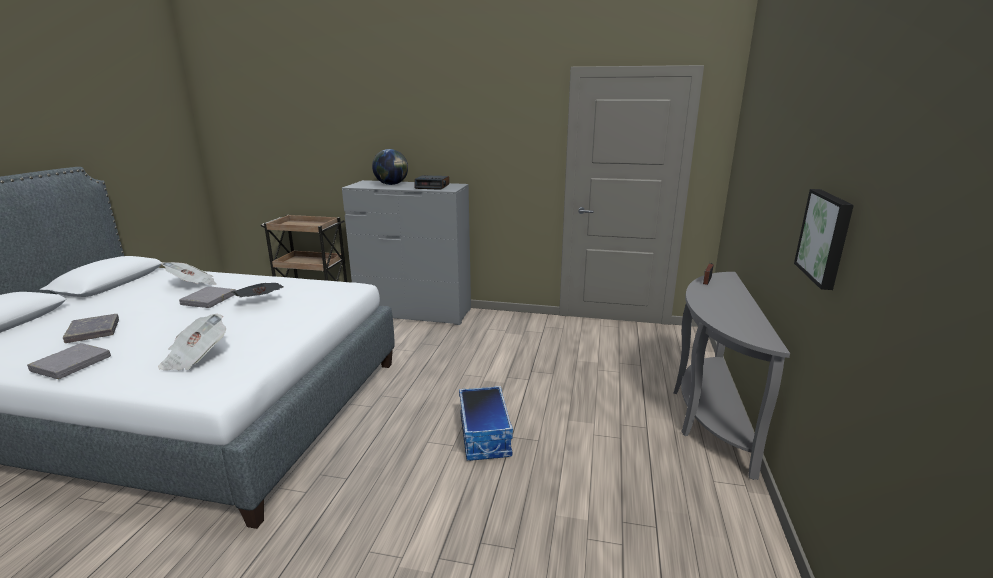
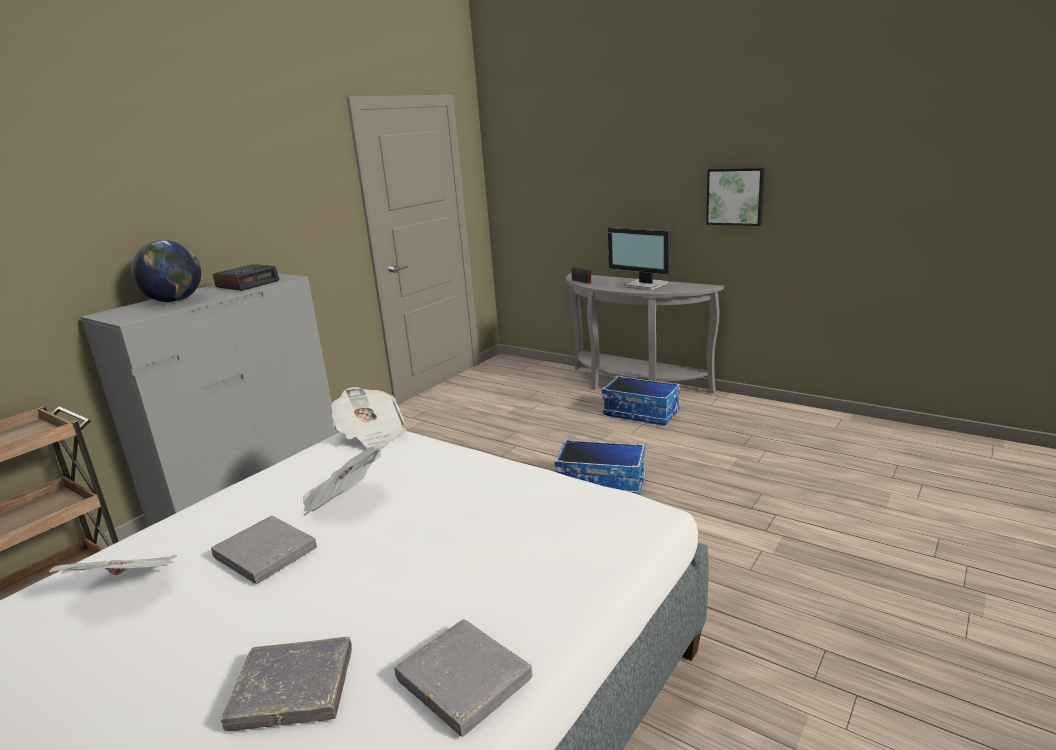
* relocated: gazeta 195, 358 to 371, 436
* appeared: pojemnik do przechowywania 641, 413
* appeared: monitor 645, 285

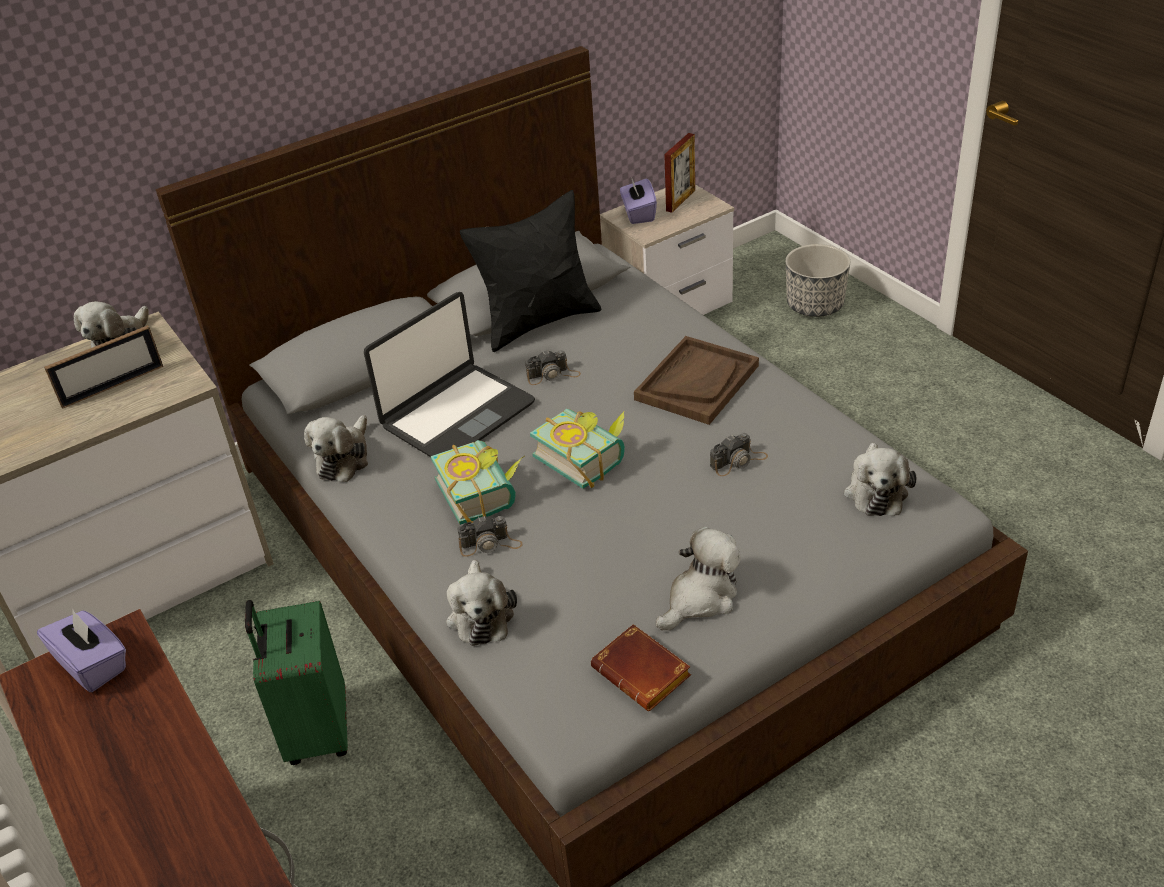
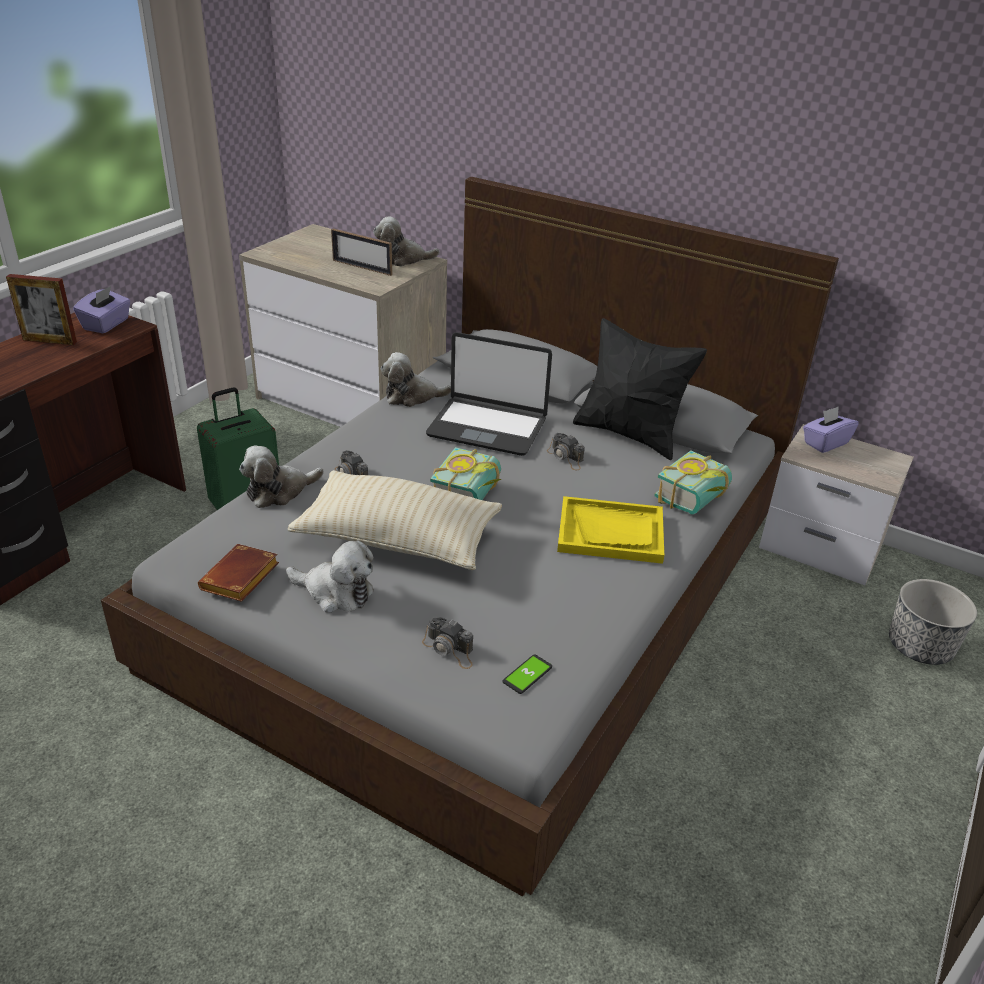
* relocated: ramka na zdjęcie 680, 200 to 50, 341
* appeared: poduszka (beżowy) 398, 540
* relocated: aparat fotograficzny 738, 461 to 450, 649
* exchanged: pluszak 876, 491 to telefon 527, 675
* colour: taca (brązowy) 697, 382 to taca (żółty) 611, 532
* relocated: książka 484, 493 to 697, 500

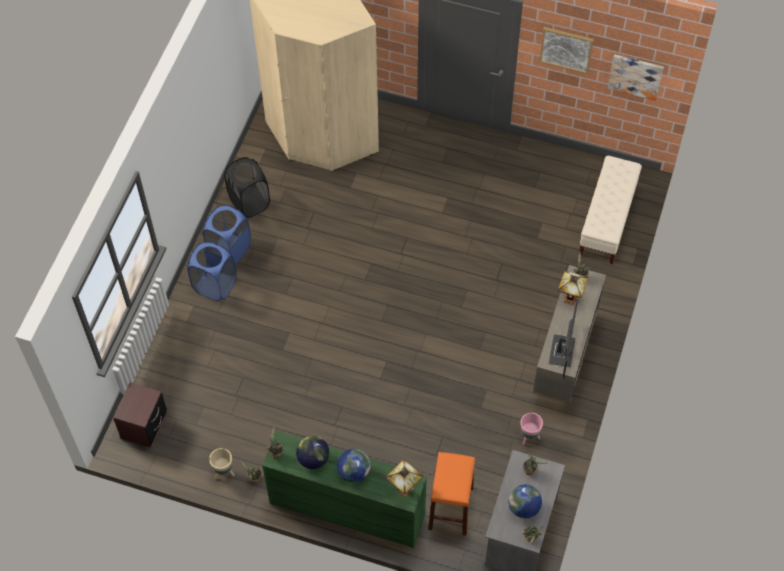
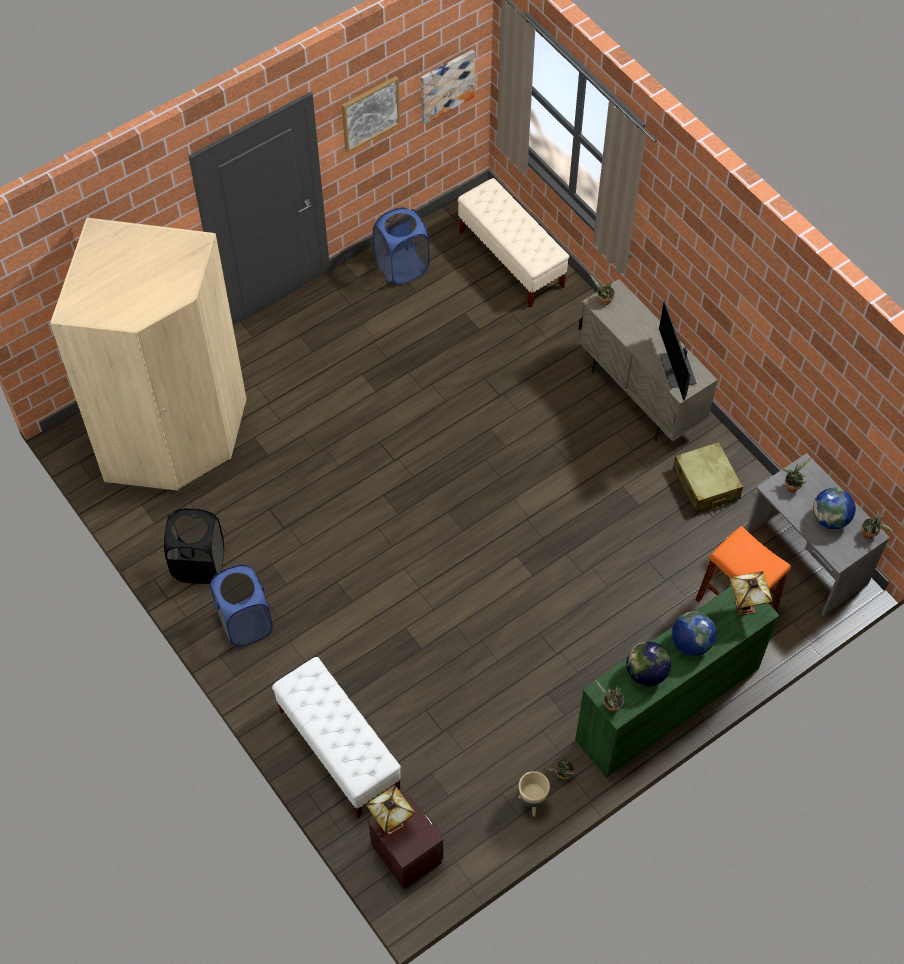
* appeared: ławka (biały) 338, 749
* relocated: lampa stołowa 569, 297 to 390, 822
* relocated: kosz na pranie (niebieski) 215, 285 to 402, 267
* spun: monitor 561, 350 = 677, 370 150 degrees counterclockwise
* exchanged: donica (różowy) 529, 437 to walizka (beżowy) 706, 484

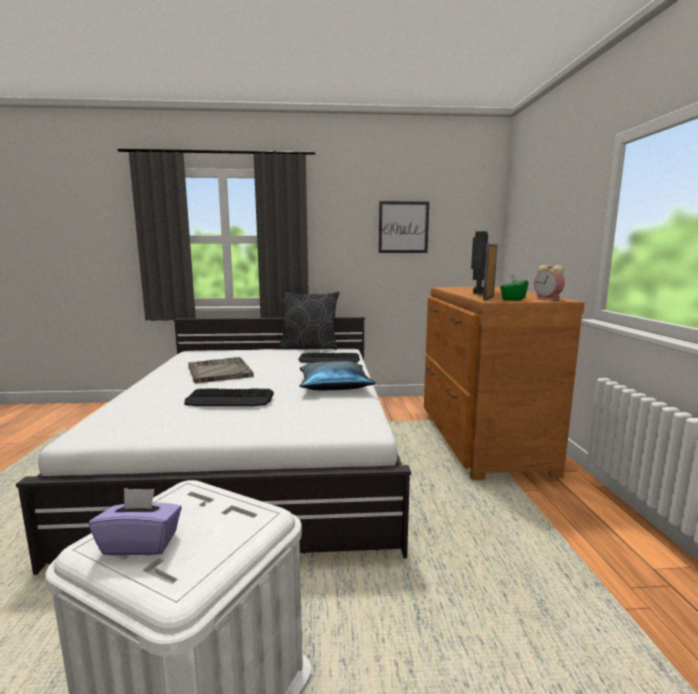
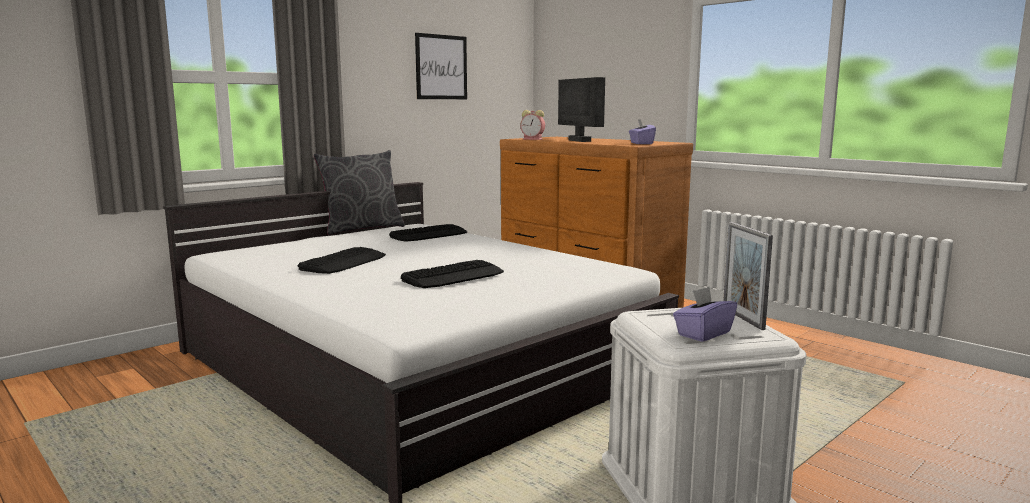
* exchanged: taca (szary) 219, 371 to klawiatura 344, 262
* relocated: budzik 548, 299 to 533, 139
* colour: pudełko chusteczek (zielony) 513, 299 to pudełko chusteczek (fioletowy) 641, 143
* relocated: ramka na zdjęcie 488, 298 to 742, 318
* missing: poduszka (niebieski) 335, 385

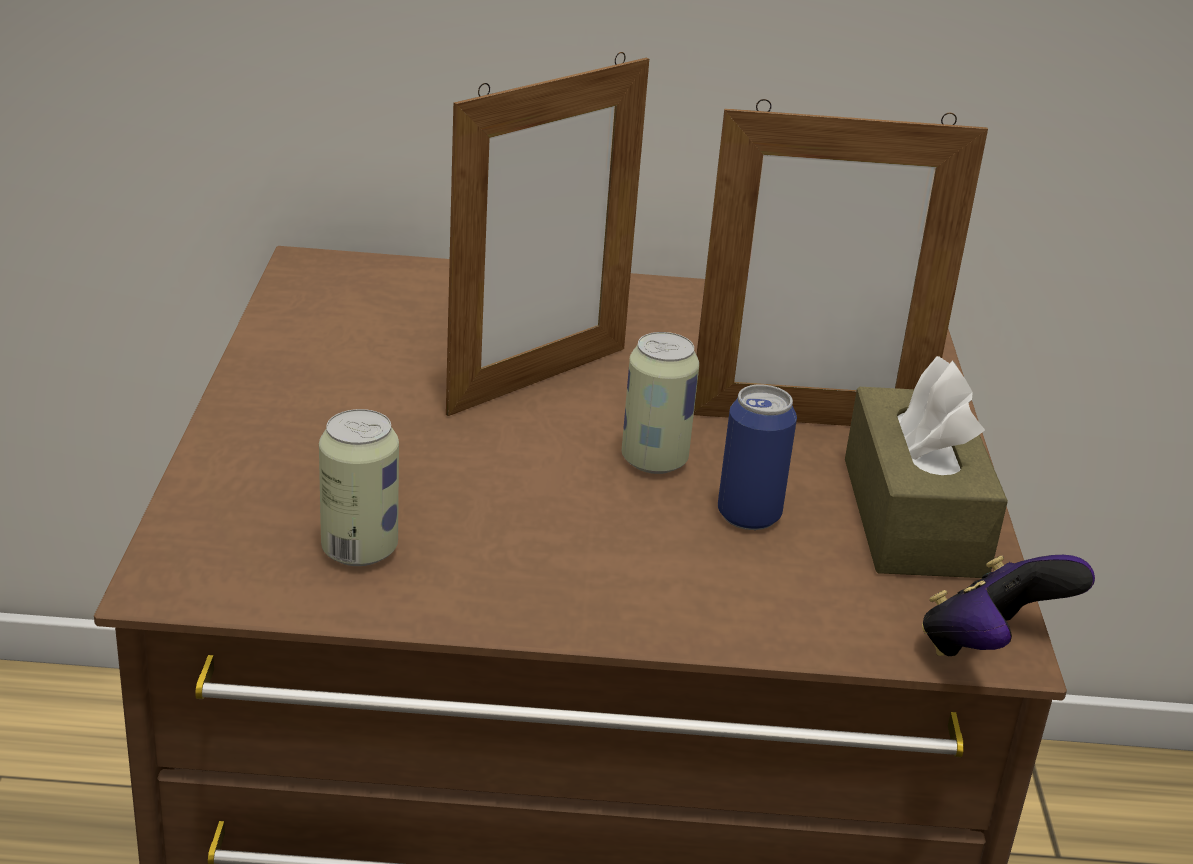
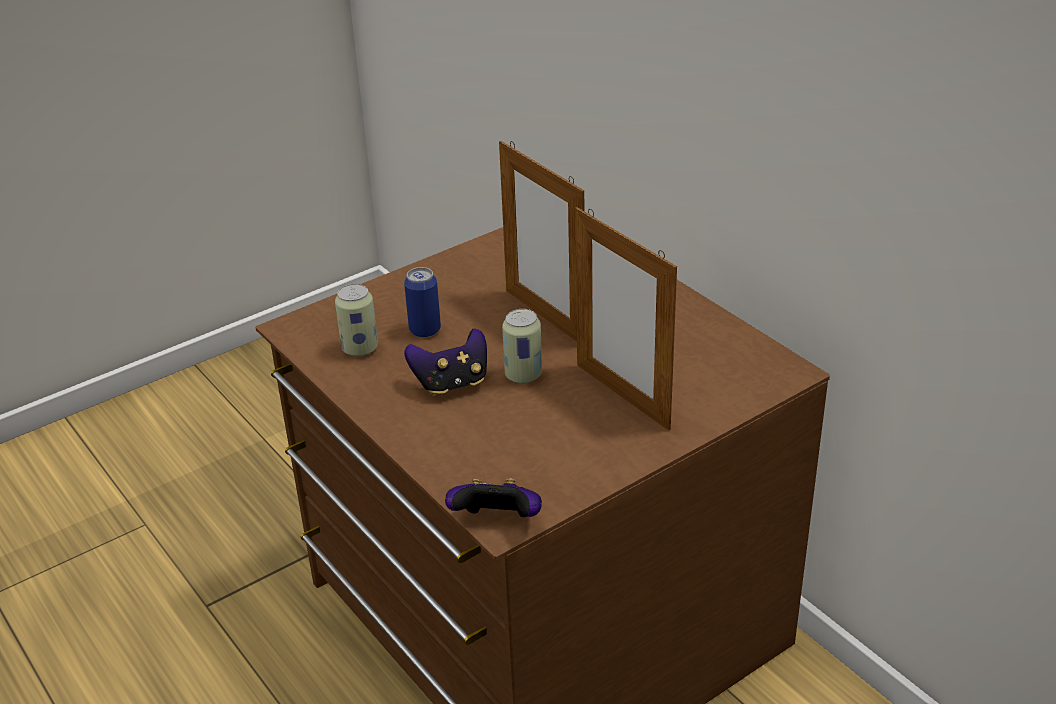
* relocated: puszka 749, 515 to 425, 330
* appeared: pad do gier 451, 383
* spun: ramka na zdjęcie 538, 380 = 544, 317 45 degrees clockwise
* missing: pudełko chusteczek (brązowy) 913, 517

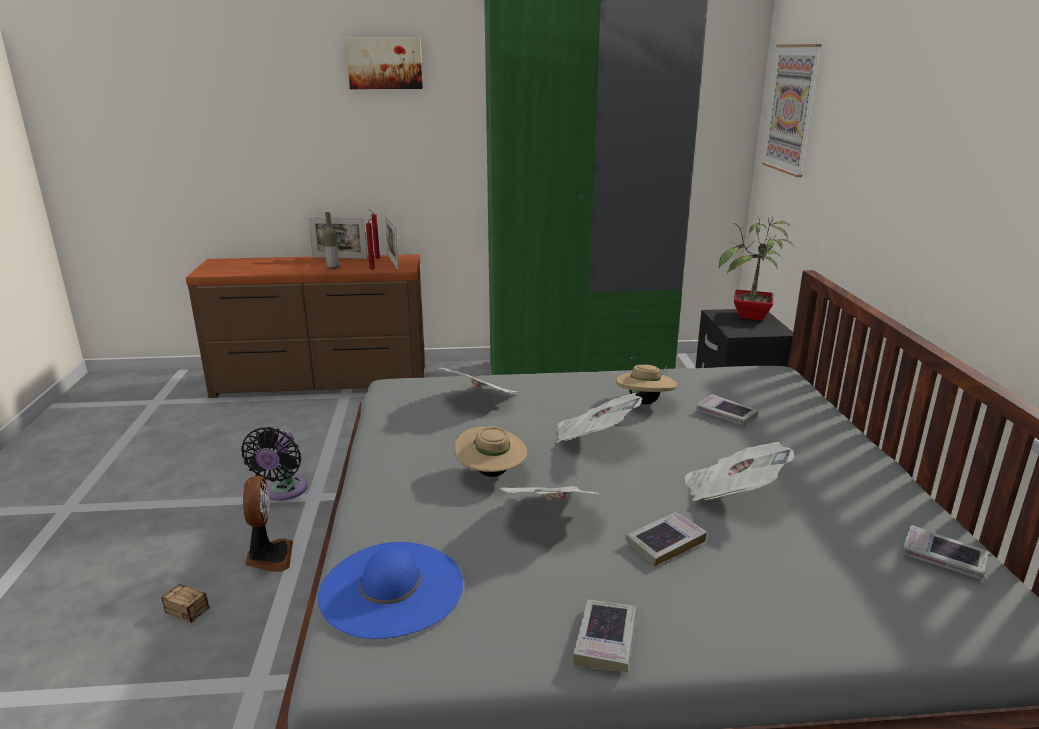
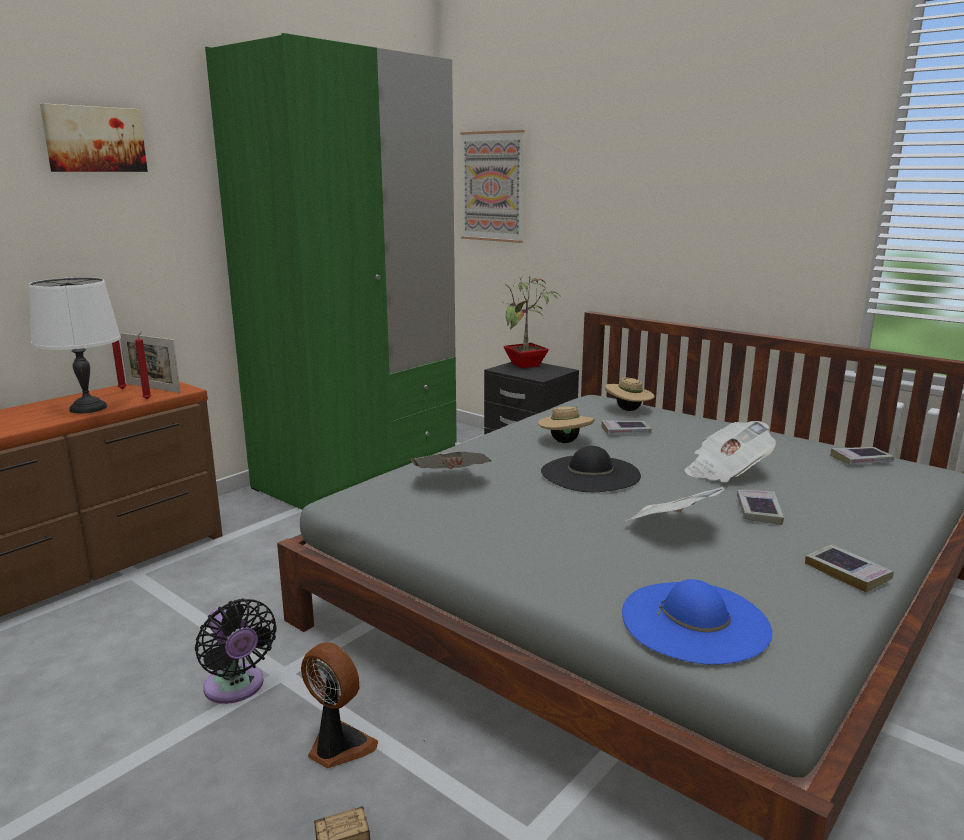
* exchanged: butelka 333, 267 to lampa stołowa (biały) 87, 408
* exchanged: gazeta 593, 438 to kapelusz (czarny) 590, 474
* relocated: kapelusz (beżowy) 491, 474 to 628, 410
* missing: ramka na zdjęcie 340, 257

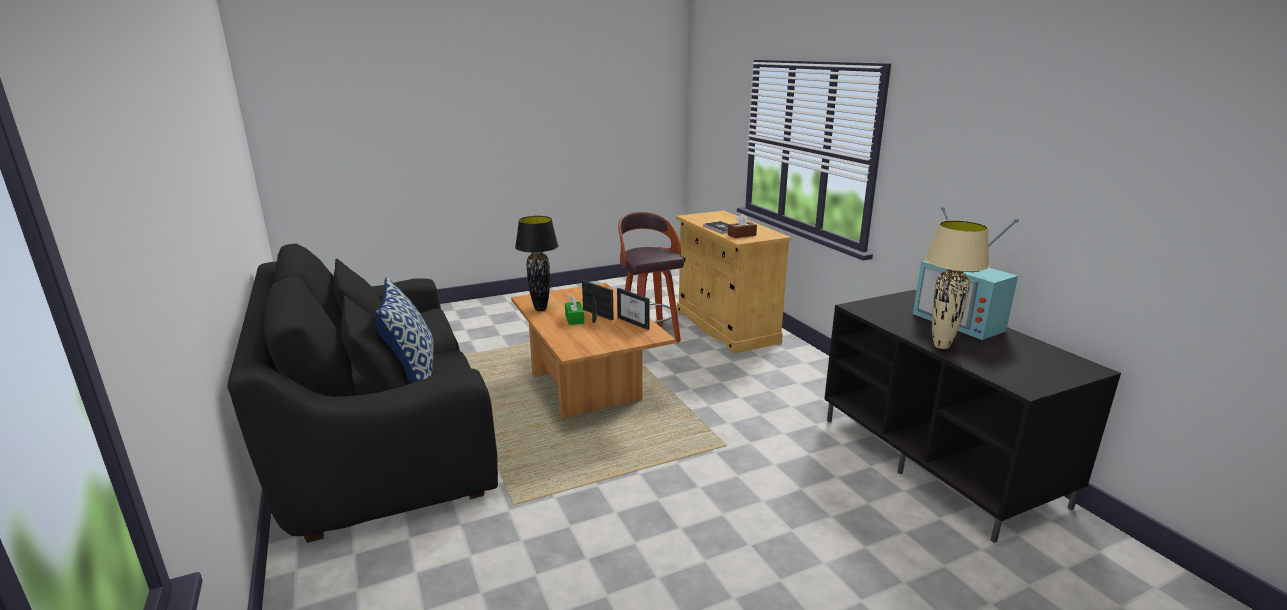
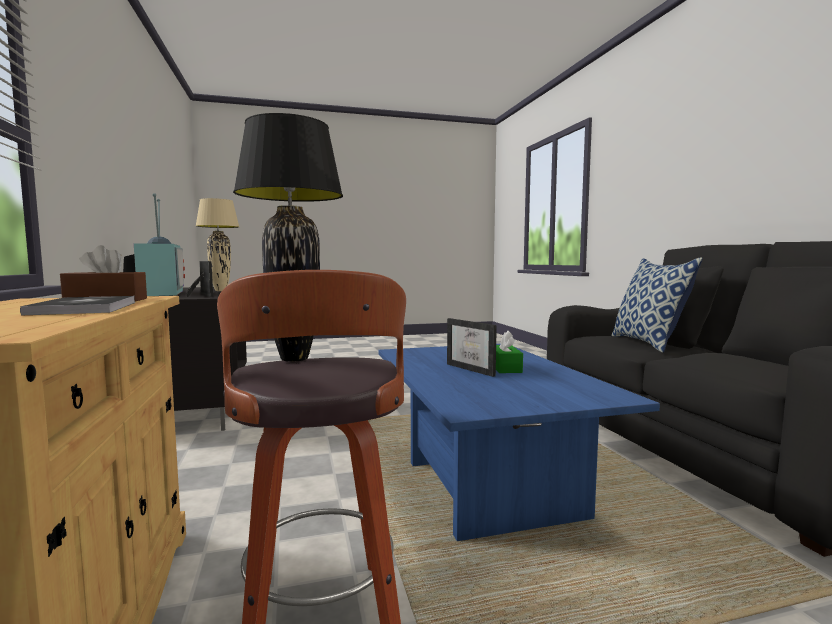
* relocated: ramka na zdjęcie 636, 322 to 201, 295
* relocated: lampa stołowa (czarny) 541, 309 to 293, 359
* colour: ława (brązowy) 589, 387 to ława (niebieski) 484, 488

